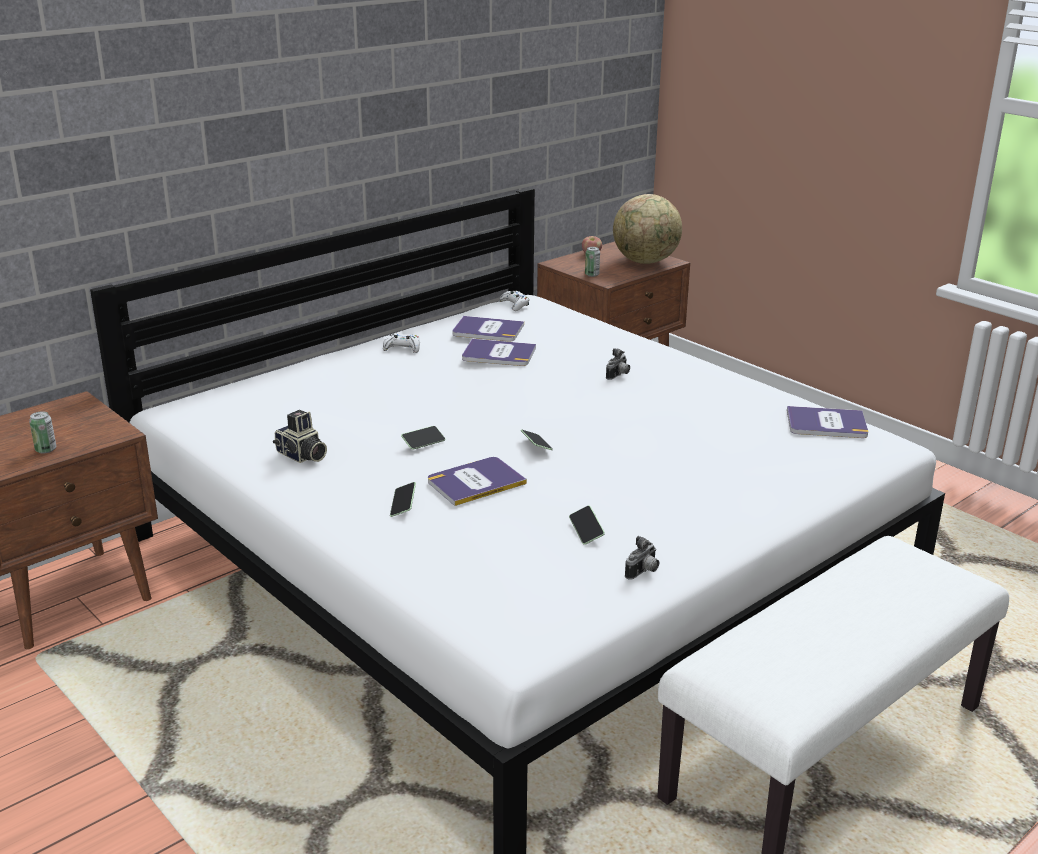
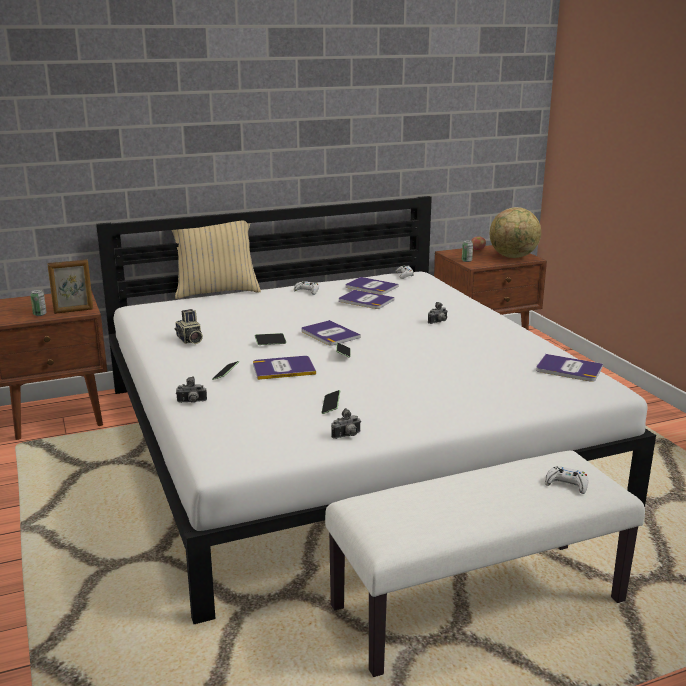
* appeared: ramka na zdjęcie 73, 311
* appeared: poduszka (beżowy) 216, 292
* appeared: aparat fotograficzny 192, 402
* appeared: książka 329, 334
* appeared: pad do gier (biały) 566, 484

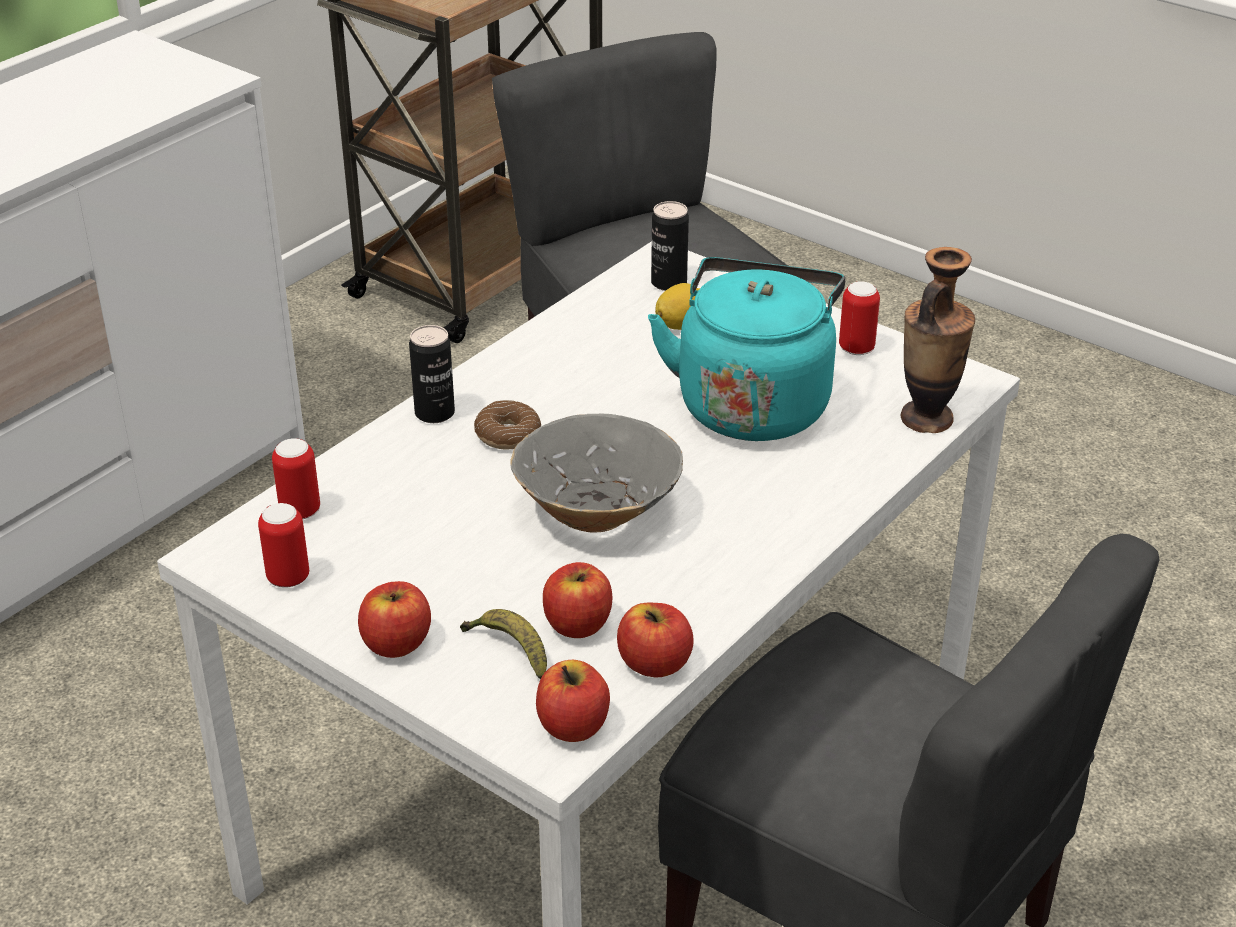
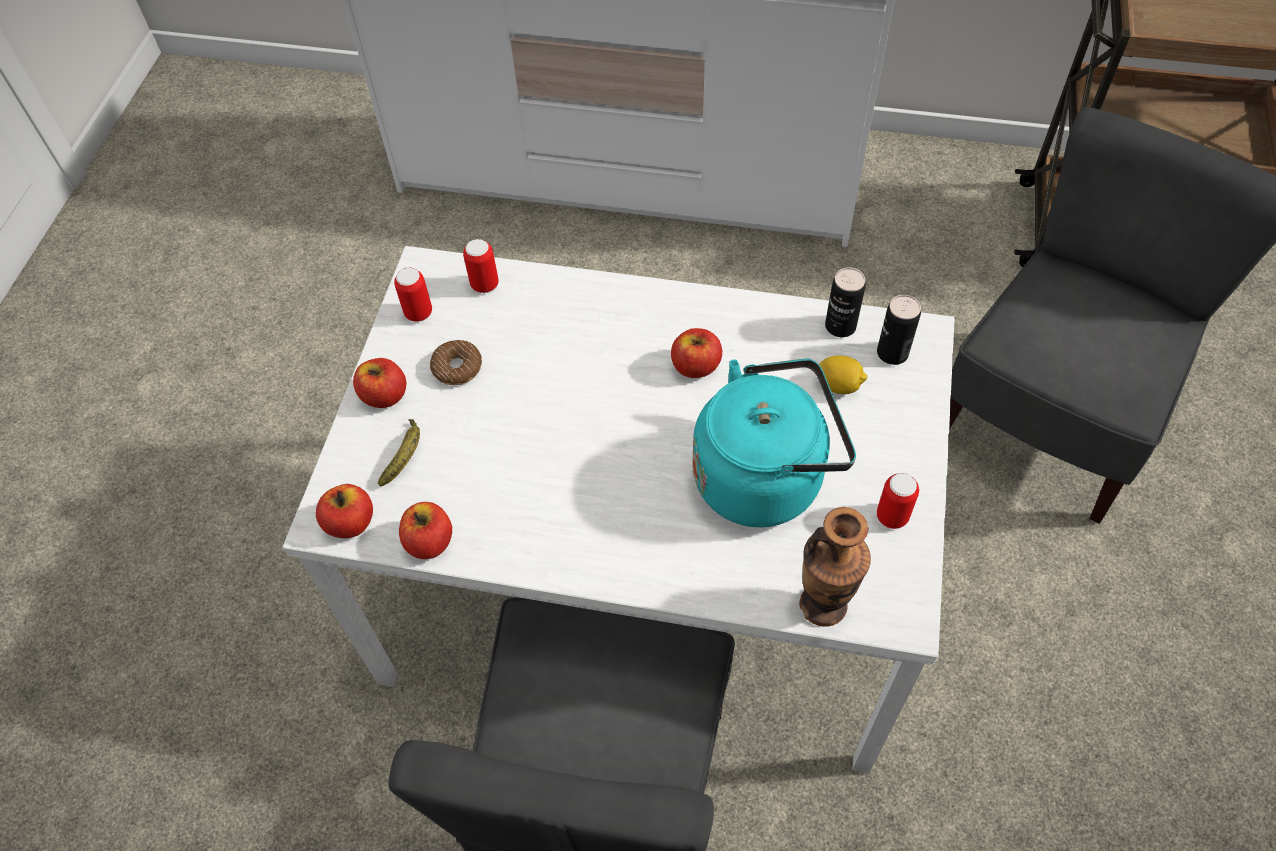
* relocated: donut 507, 434 to 457, 368
* relocated: jabłko 577, 624 to 695, 366
* relocated: puszka 434, 413 to 840, 326
* missing: miska (szary) 596, 512

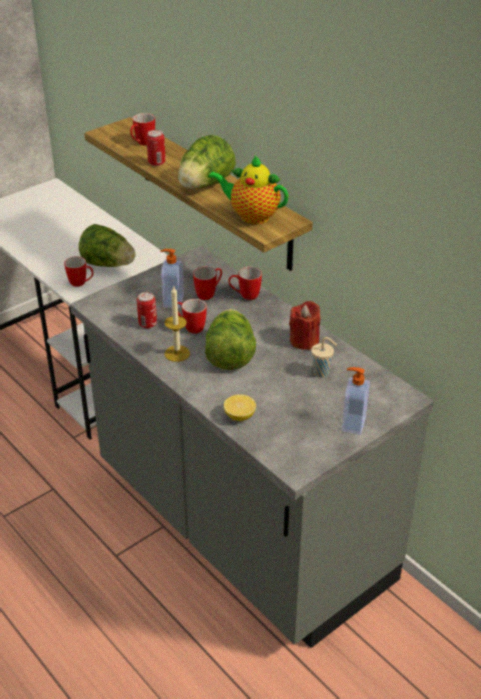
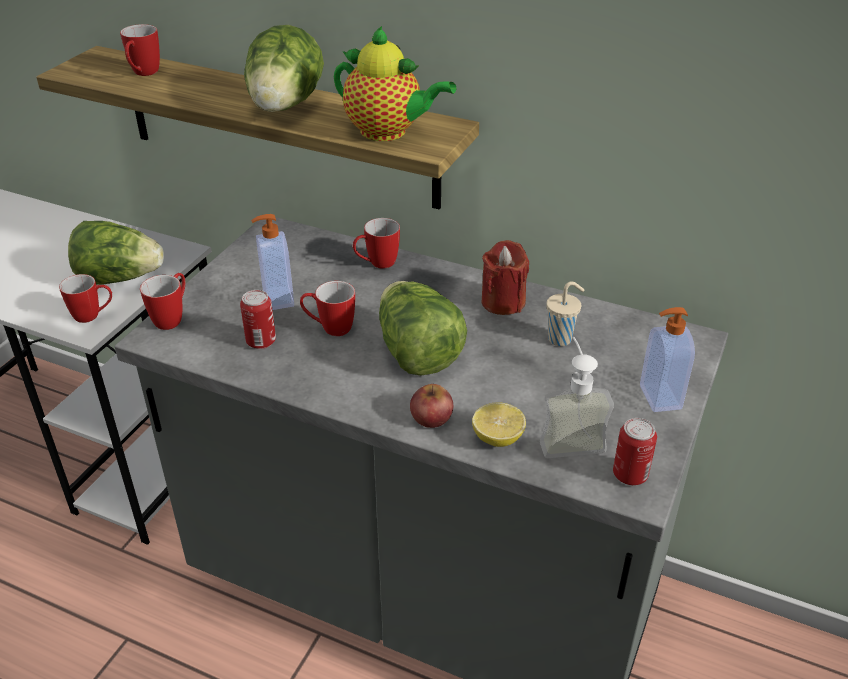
* relocated: kubek 209, 294 to 172, 318
* spun: imbryk 251, 216 = 388, 132 150 degrees counterclockwise
* appeared: jabłko 431, 417
* appeared: dozownik mydła 569, 438
* relocated: puszka 156, 162 to 630, 475
* missing: świeca 177, 353

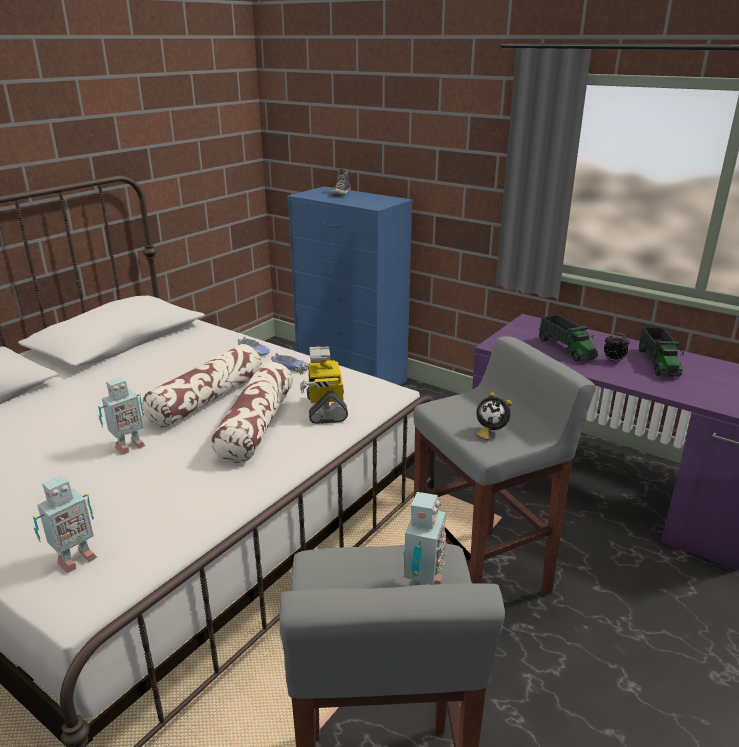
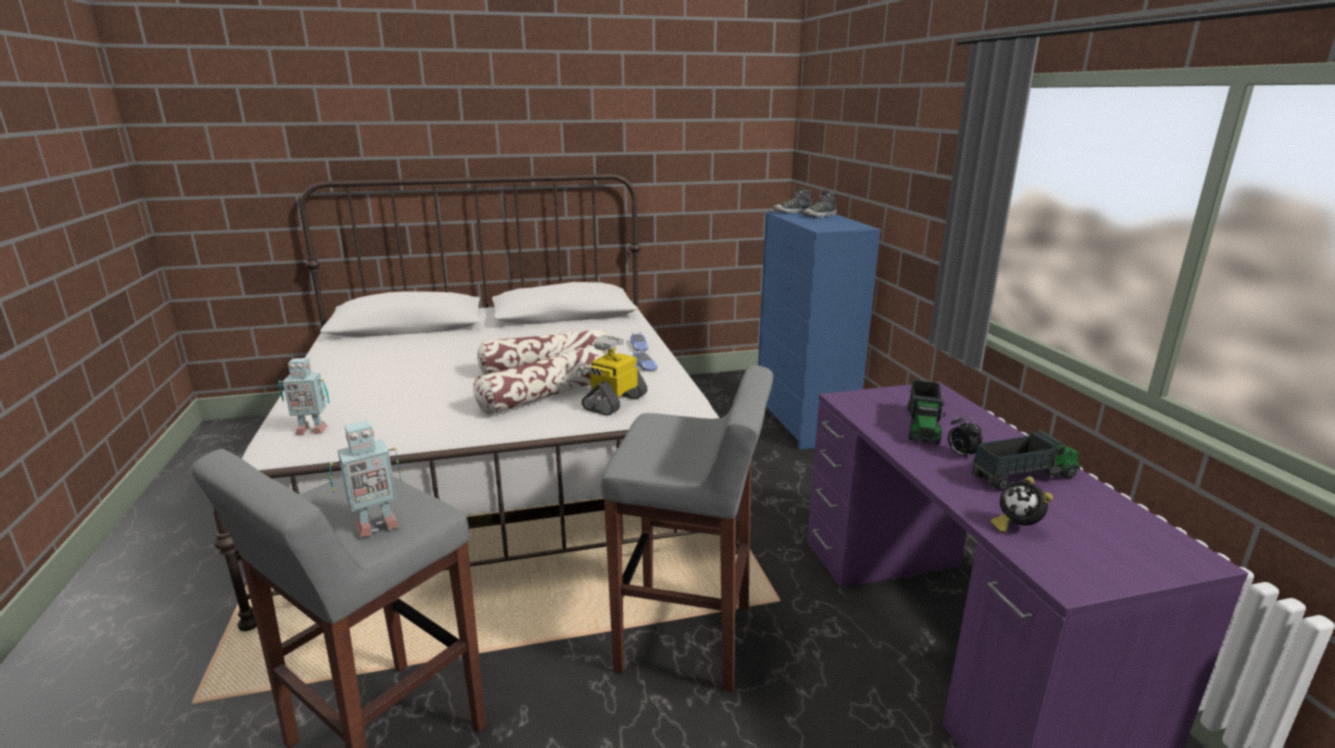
* appeared: but 792, 212
* spun: ciężarówka zabawkowa 658, 363 = 1023, 477 150 degrees counterclockwise
* relocated: budzik 490, 432 to 1016, 527
* missing: robot zabawkowy 128, 446

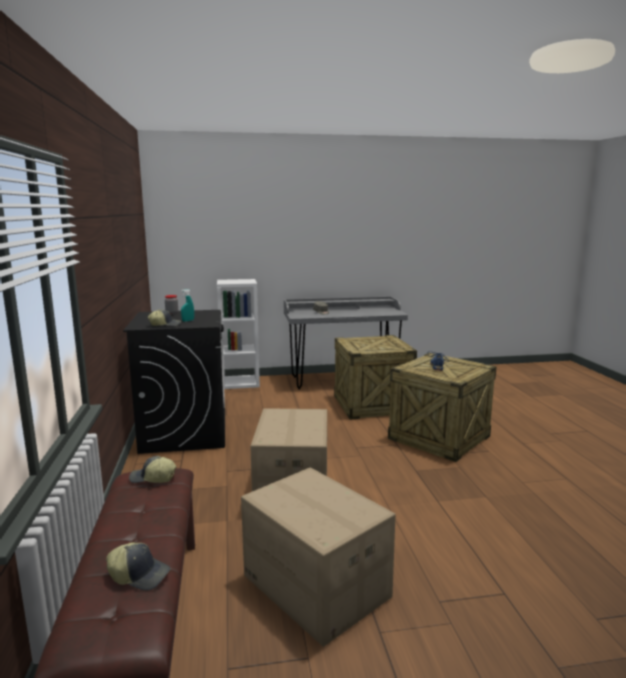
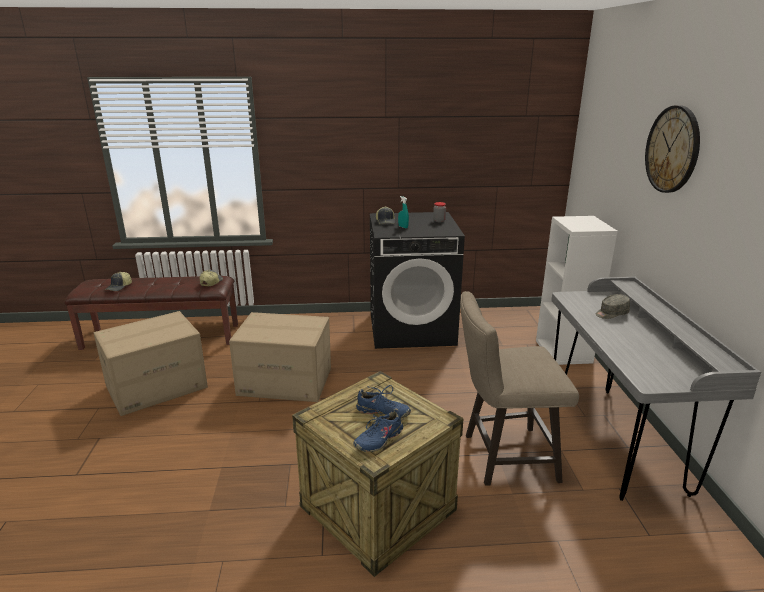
* appeared: but (niebieski) 378, 439
* exchanged: skrzynka 372, 405 to stołek (beżowy) 503, 457
* appeared: zegar ścienny 672, 149

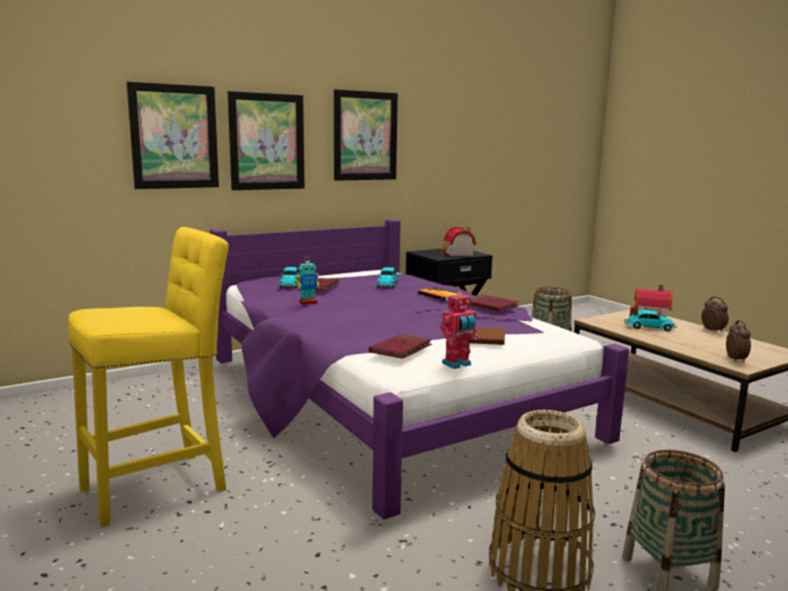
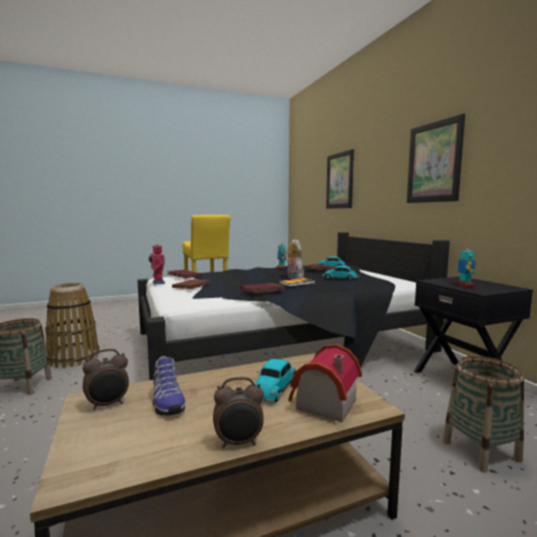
* spun: budzik 736, 360 = 108, 405 45 degrees counterclockwise
* colour: łóżko (fioletowy) 388, 401 to łóżko (czarny) 278, 344
* appeared: but 166, 401
* appeared: pluszak 293, 278
* exchanged: domek 457, 254 to robot zabawkowy 465, 285
* missing: obraz 267, 142

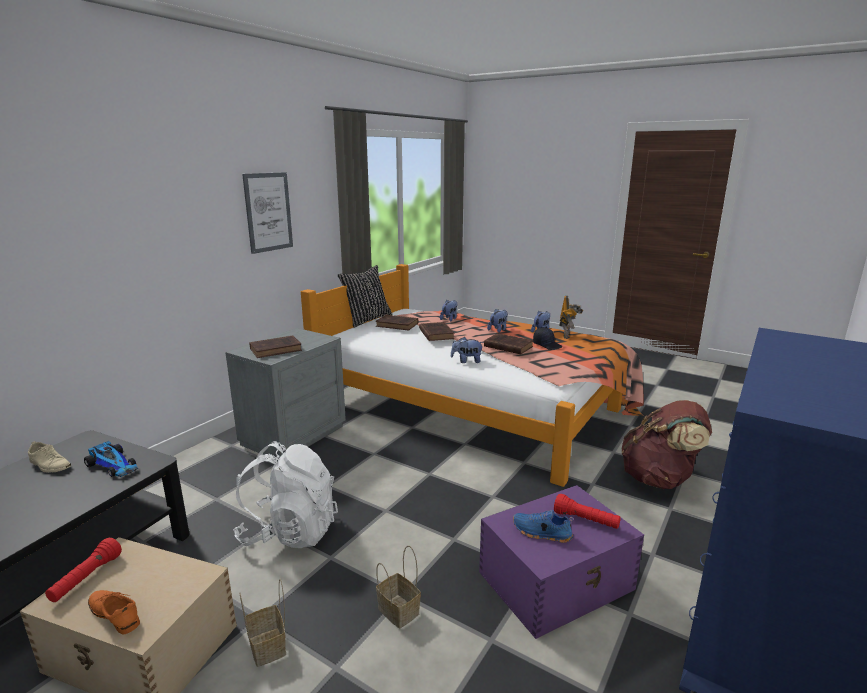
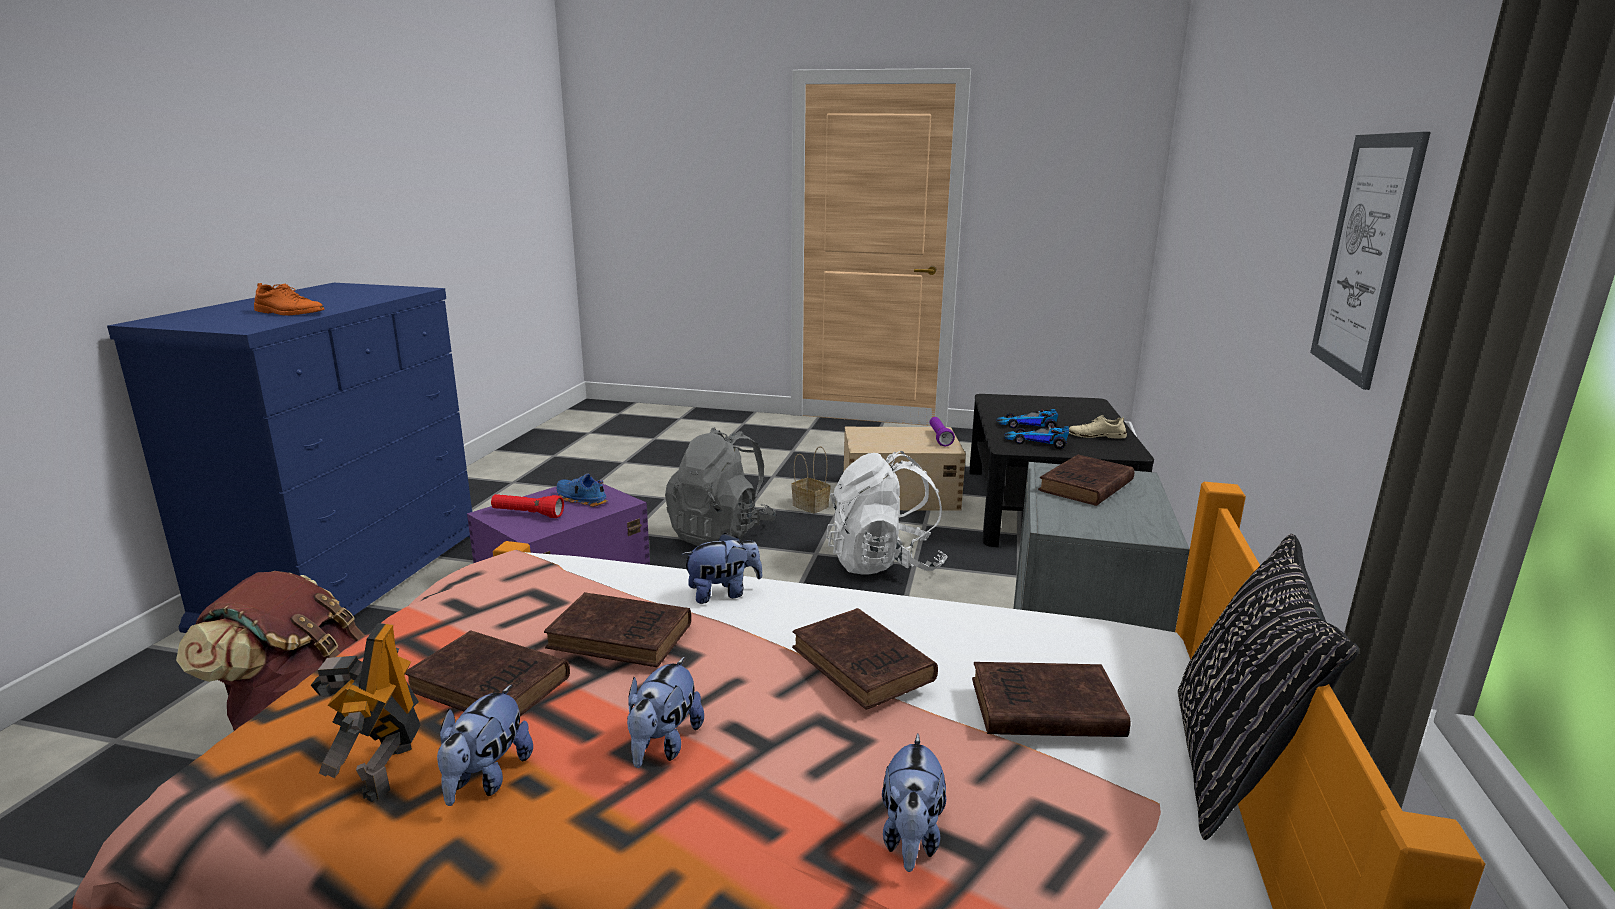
* relocated: but (pomarańczowy) 114, 614 to 289, 312
* exchanged: czapka z daszkiem (czarny) 547, 345 to książka (brązowy) 492, 685
* spun: but (niebieski) 541, 533 = 580, 500 150 degrees counterclockwise
* exchanged: koszyk 397, 610 to plecak (szary) 721, 534
* colour: latarka (czerwony) 86, 579 to latarka (fioletowy) 939, 438
* appeared: samochodzik 1028, 425

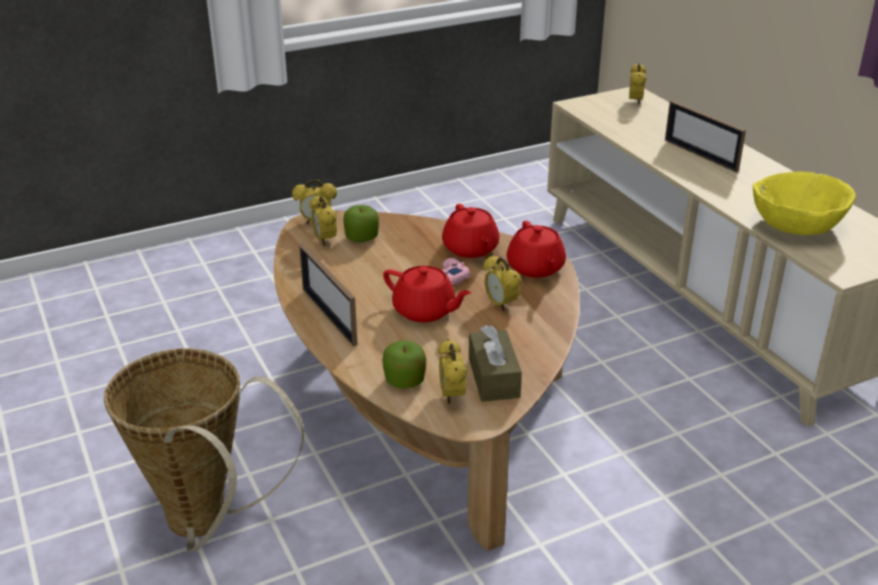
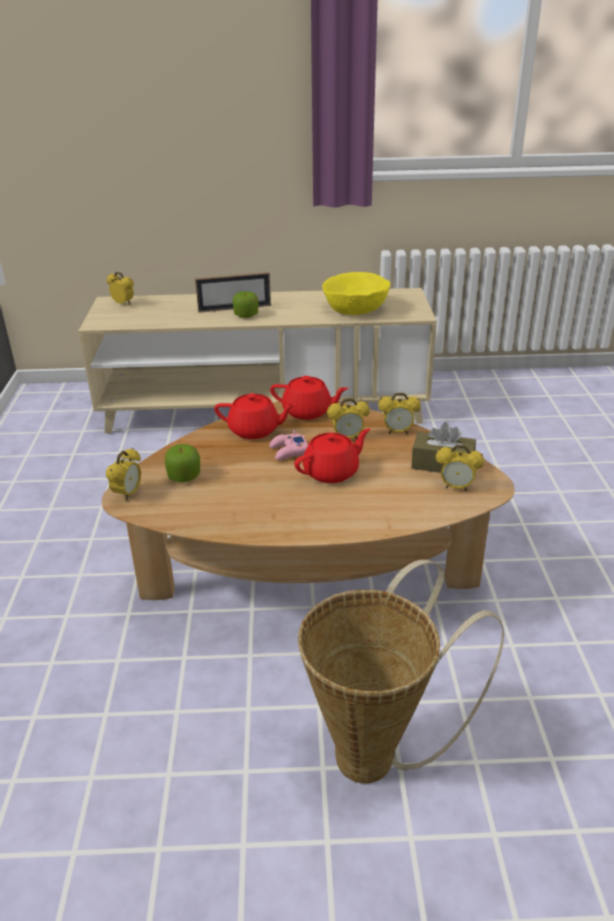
* relocated: jabłko 404, 380 to 246, 315
* relocated: budzik 324, 240 to 397, 432
* missing: ramka na zdjęcie 329, 316

